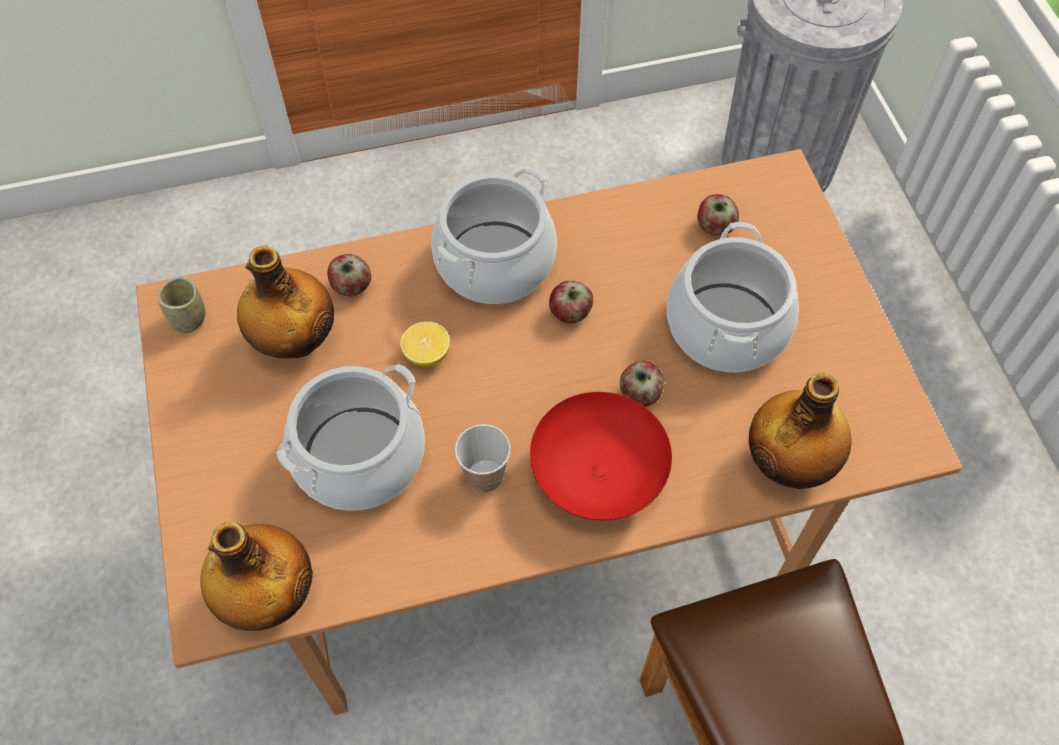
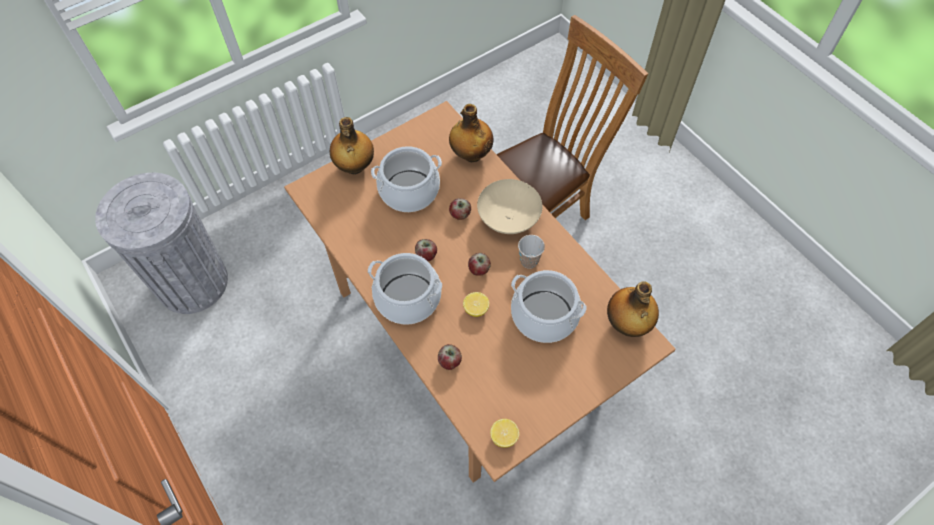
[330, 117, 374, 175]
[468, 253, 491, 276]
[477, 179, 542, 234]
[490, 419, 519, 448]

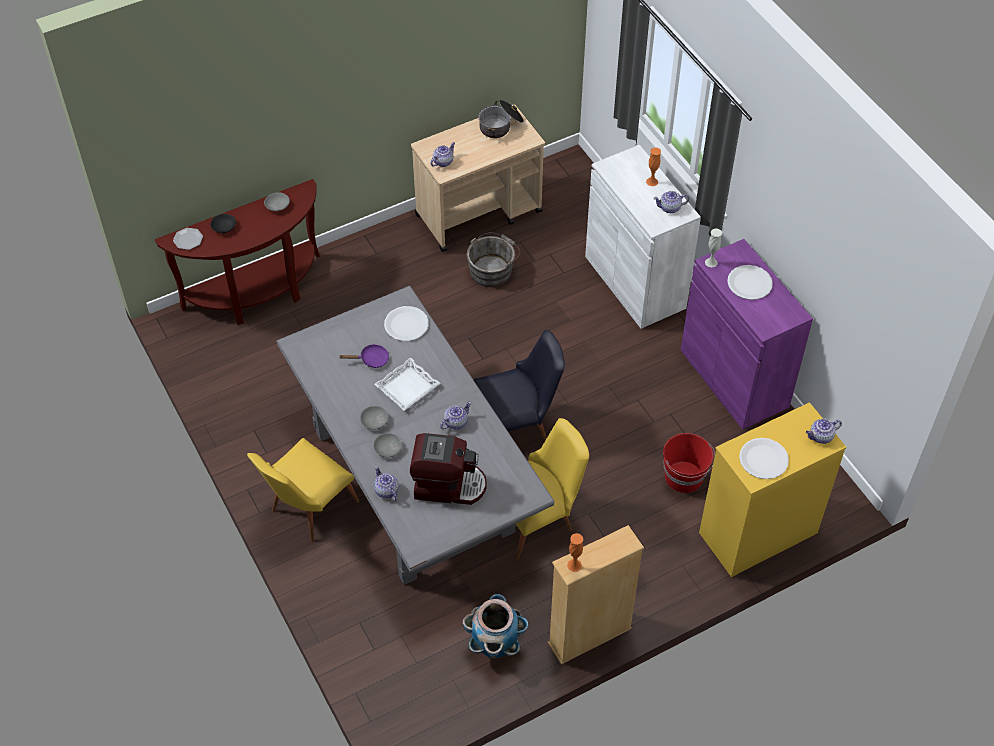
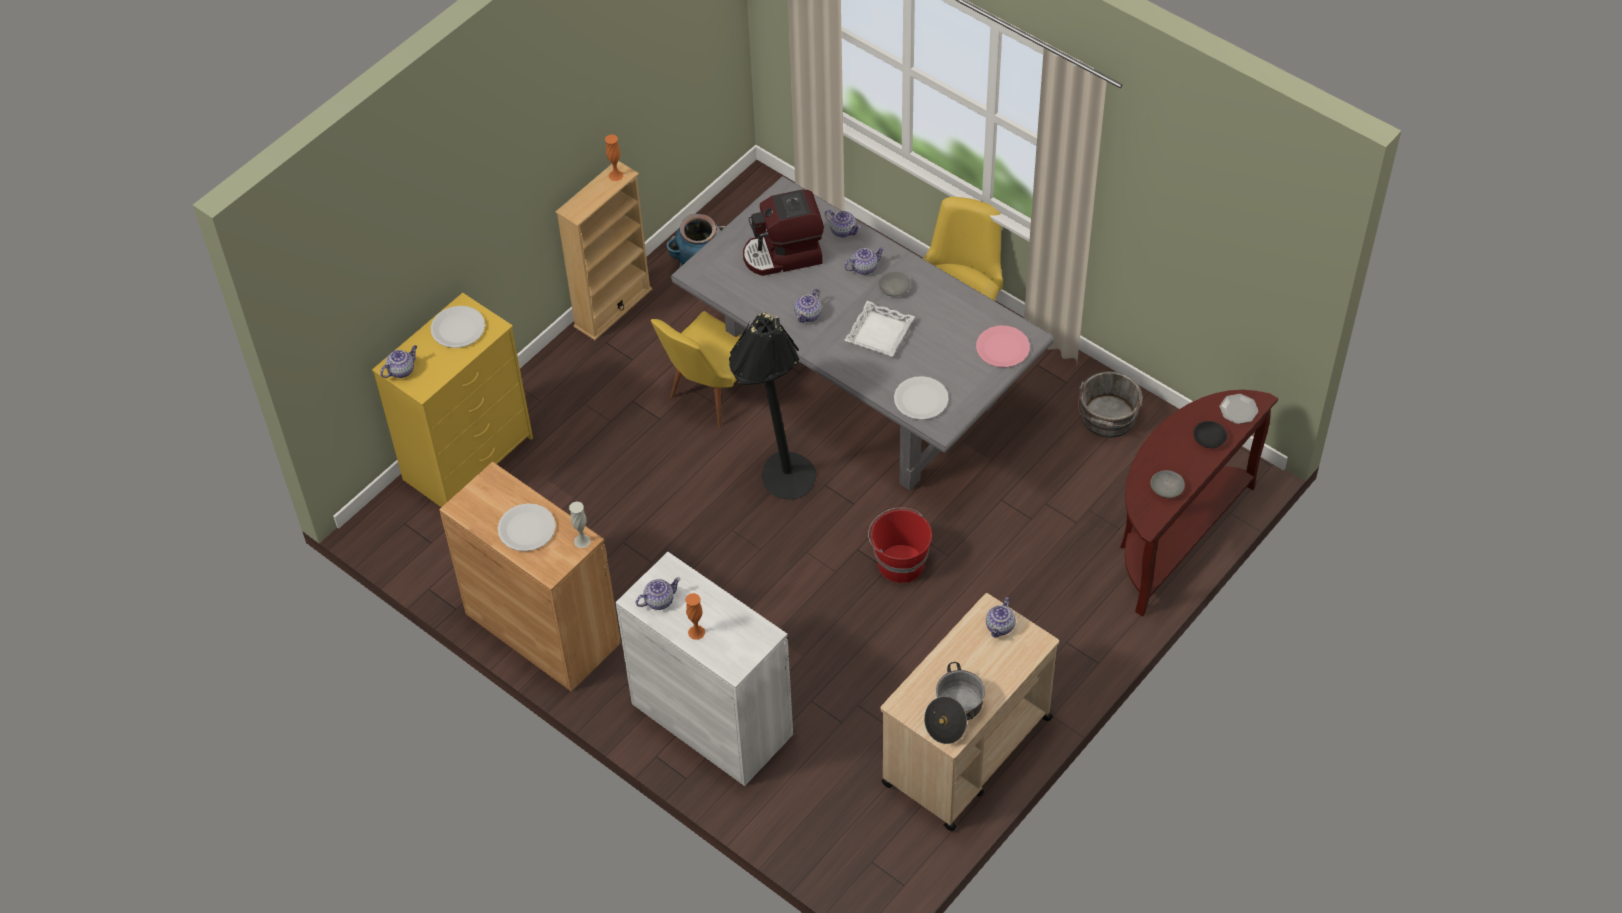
[439, 462, 621, 692]
[729, 312, 817, 499]
[844, 247, 885, 275]
[868, 508, 932, 583]
[976, 326, 1030, 367]
[1077, 371, 1143, 438]
[340, 344, 389, 368] (first image)

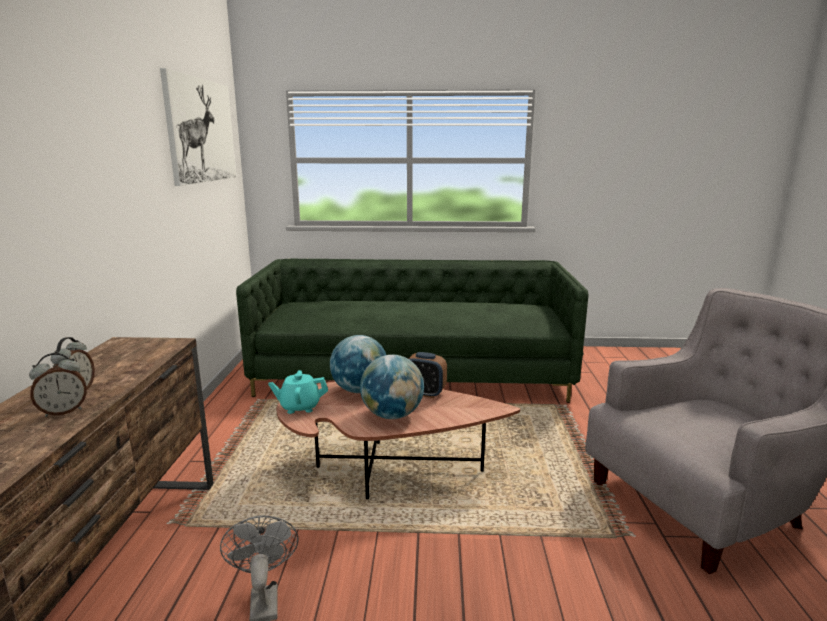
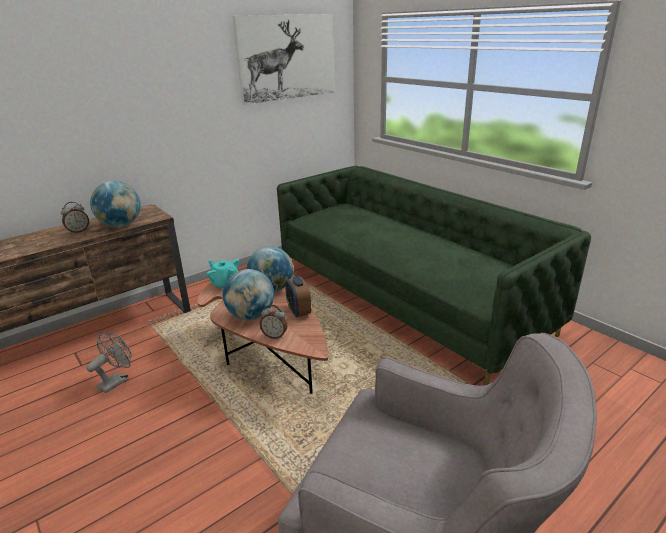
[90, 181, 141, 227]
[260, 305, 288, 339]

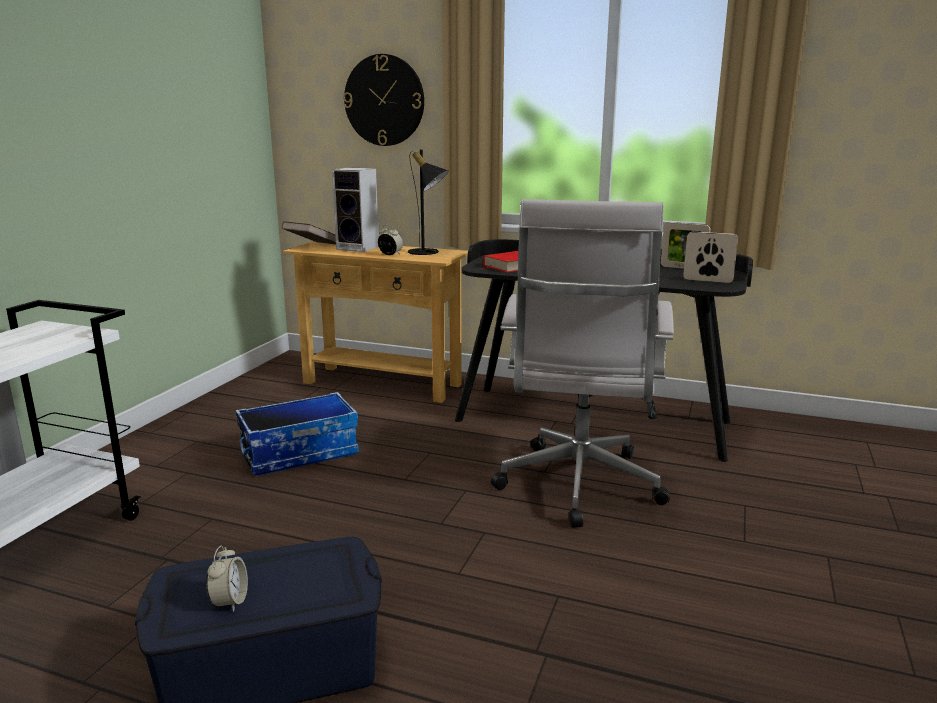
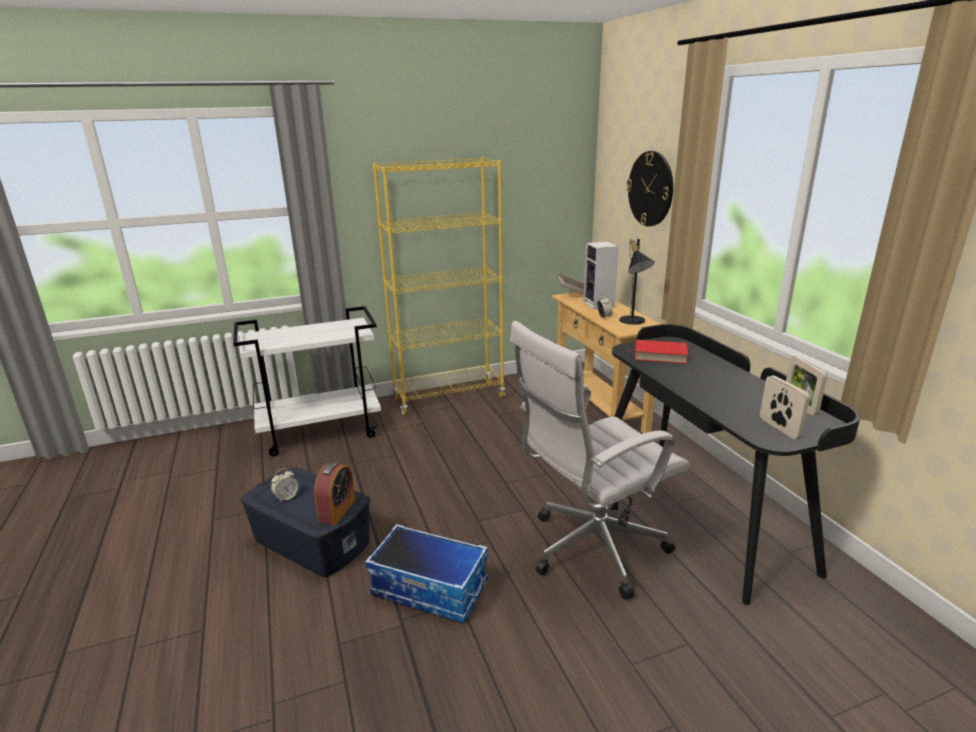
[314, 461, 355, 526]
[365, 524, 488, 623]
[373, 157, 505, 415]

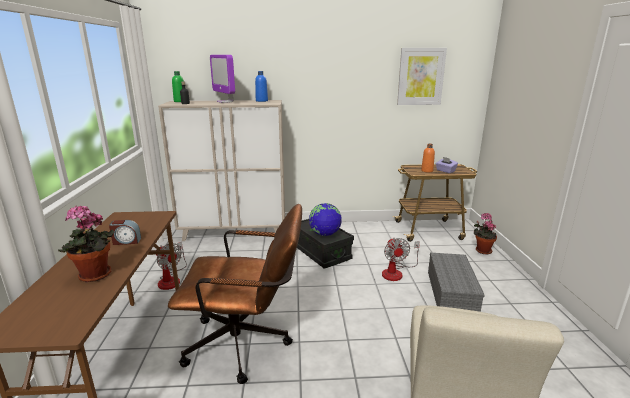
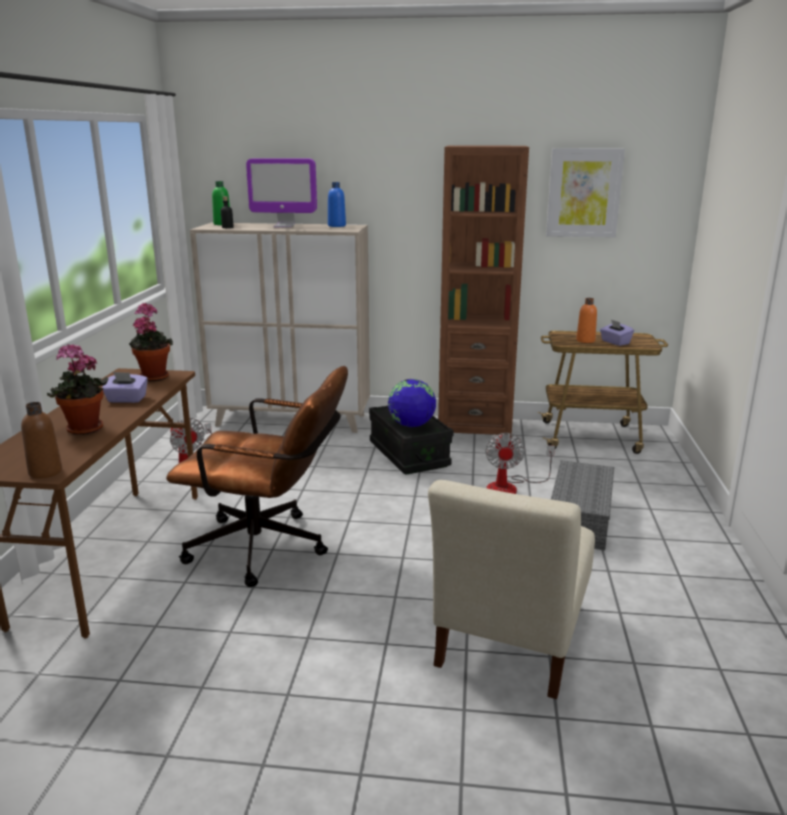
[21, 402, 62, 479]
[102, 372, 148, 403]
[129, 303, 173, 381]
[246, 158, 317, 227]
[438, 145, 529, 437]

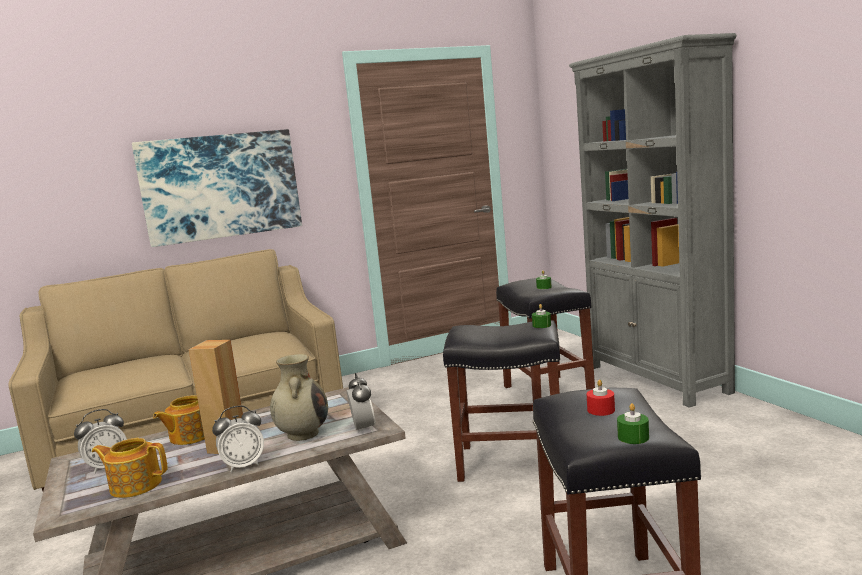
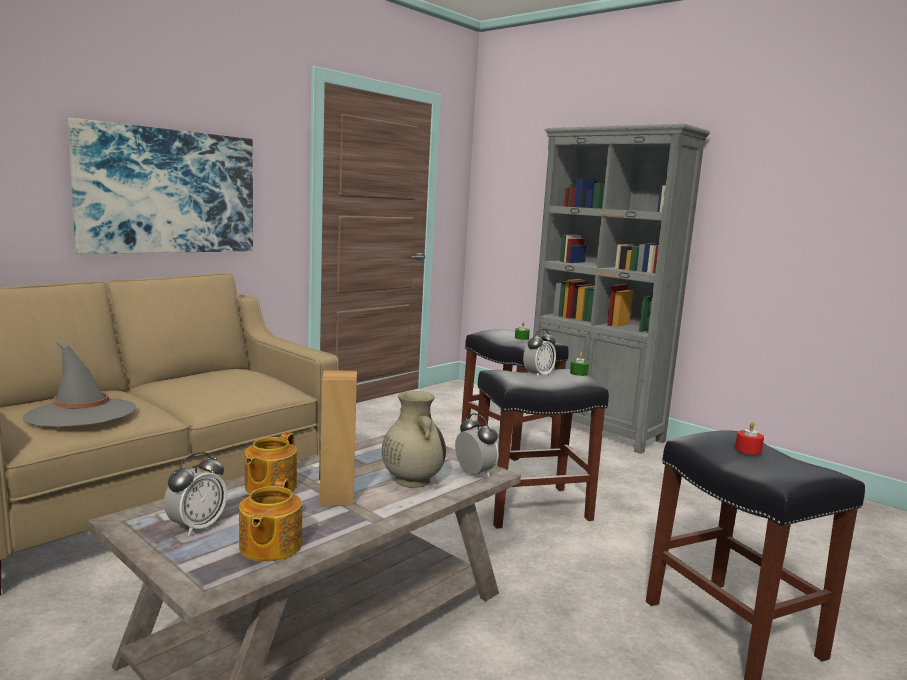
[23, 342, 136, 427]
[239, 478, 302, 562]
[523, 329, 556, 378]
[617, 403, 649, 444] (first image)

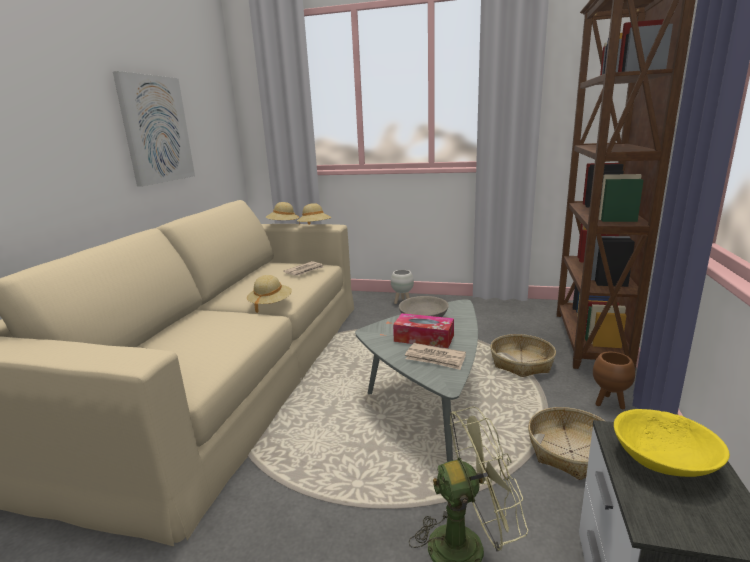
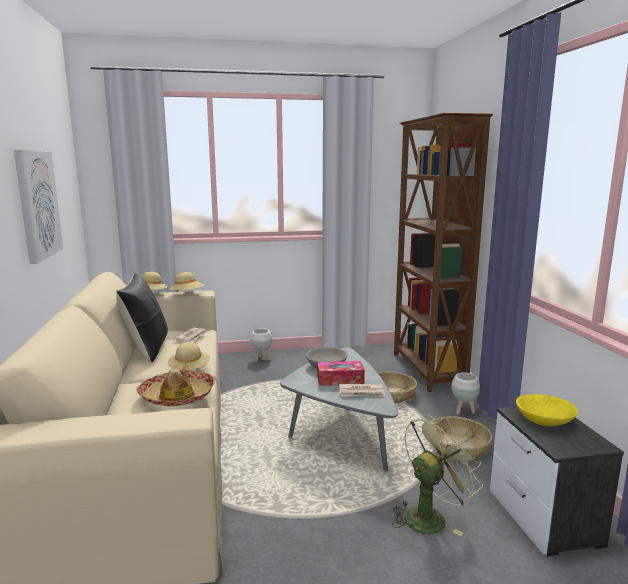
[116, 273, 168, 362]
[137, 369, 215, 406]
[451, 372, 480, 414]

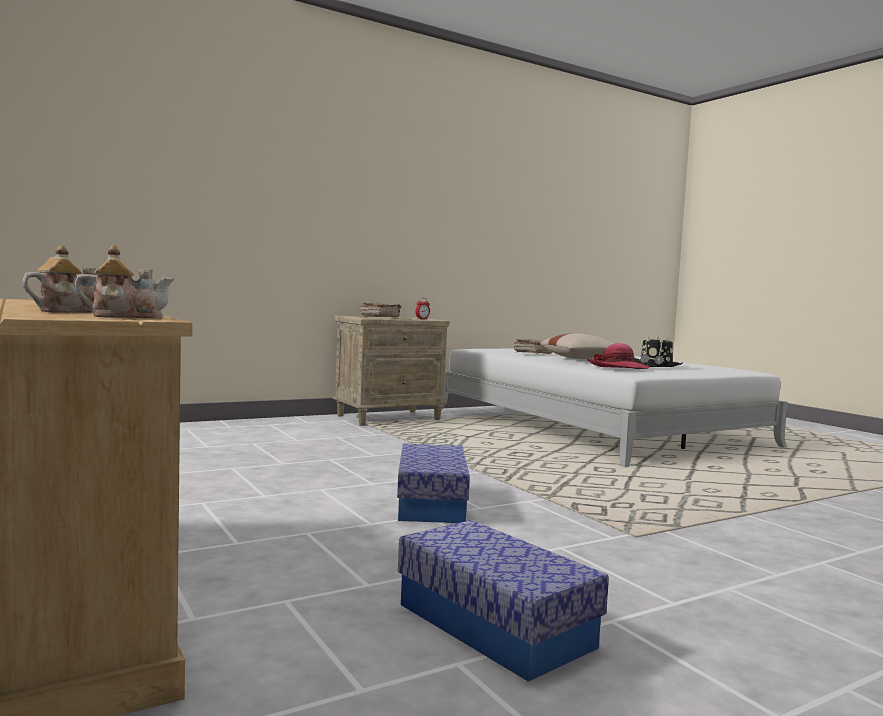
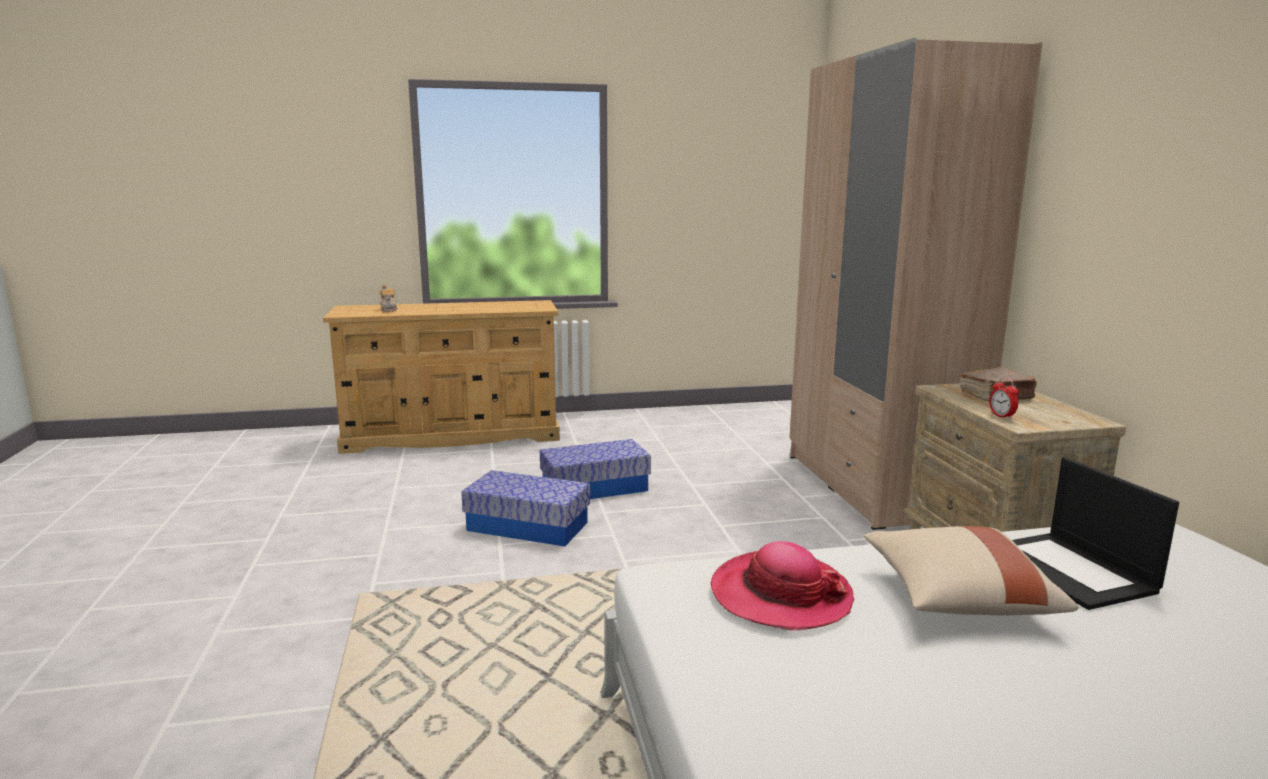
[540, 439, 651, 499]
[789, 38, 1043, 530]
[1012, 457, 1179, 610]
[75, 245, 174, 318] (first image)
[634, 335, 683, 367] (first image)

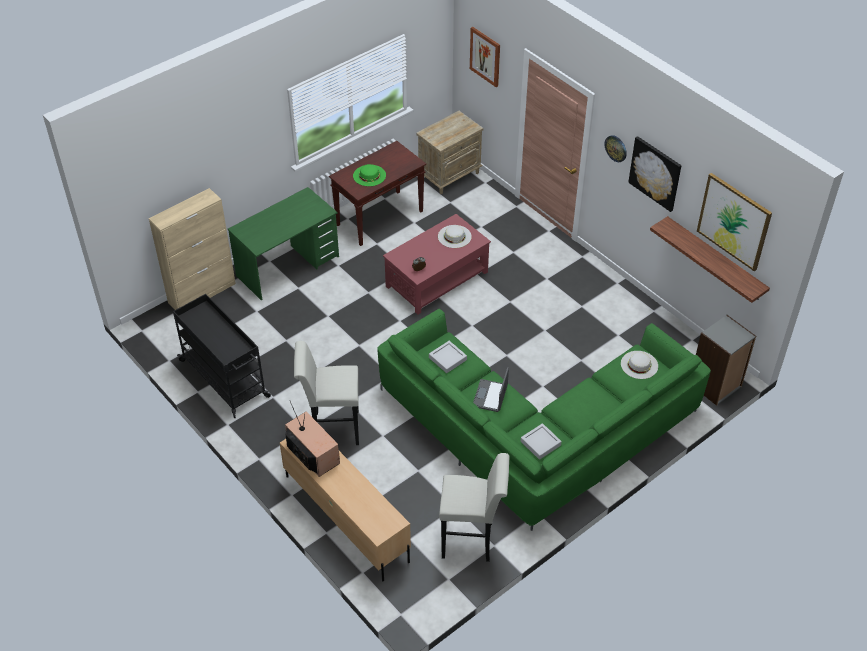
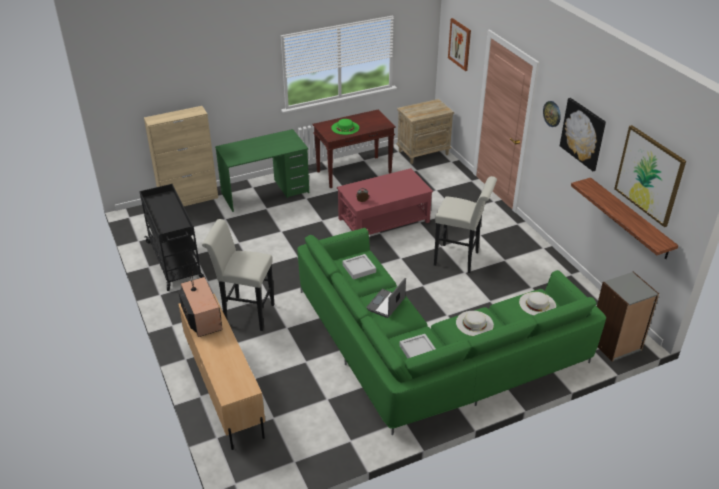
[434, 176, 497, 273]
[456, 311, 494, 336]

